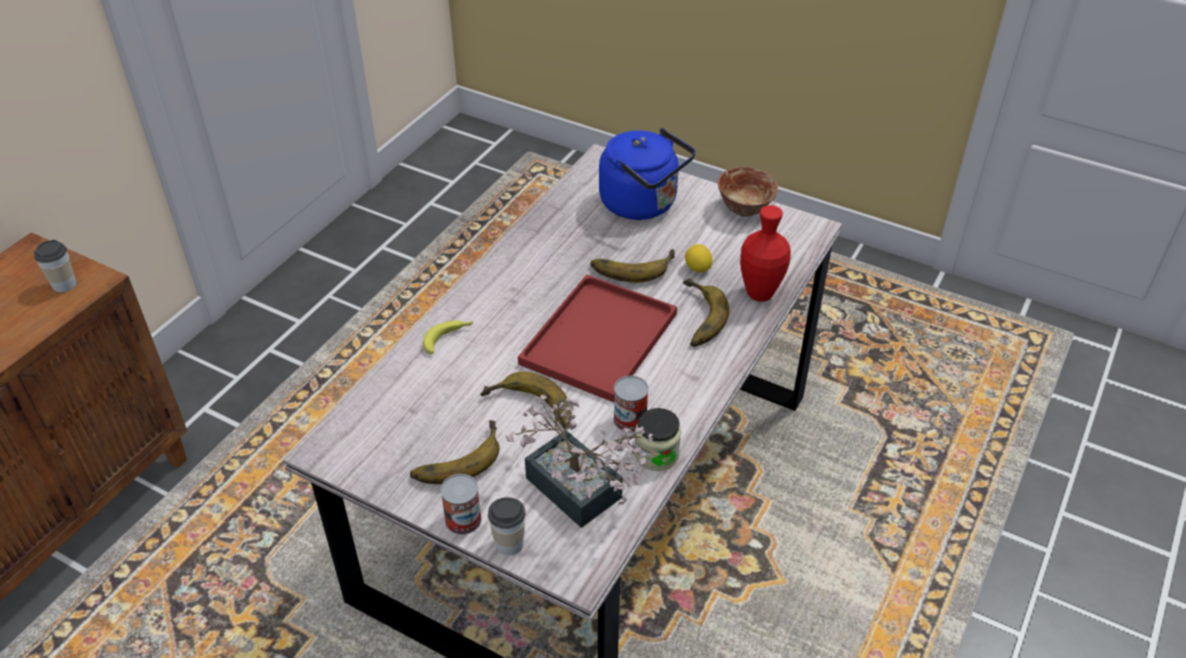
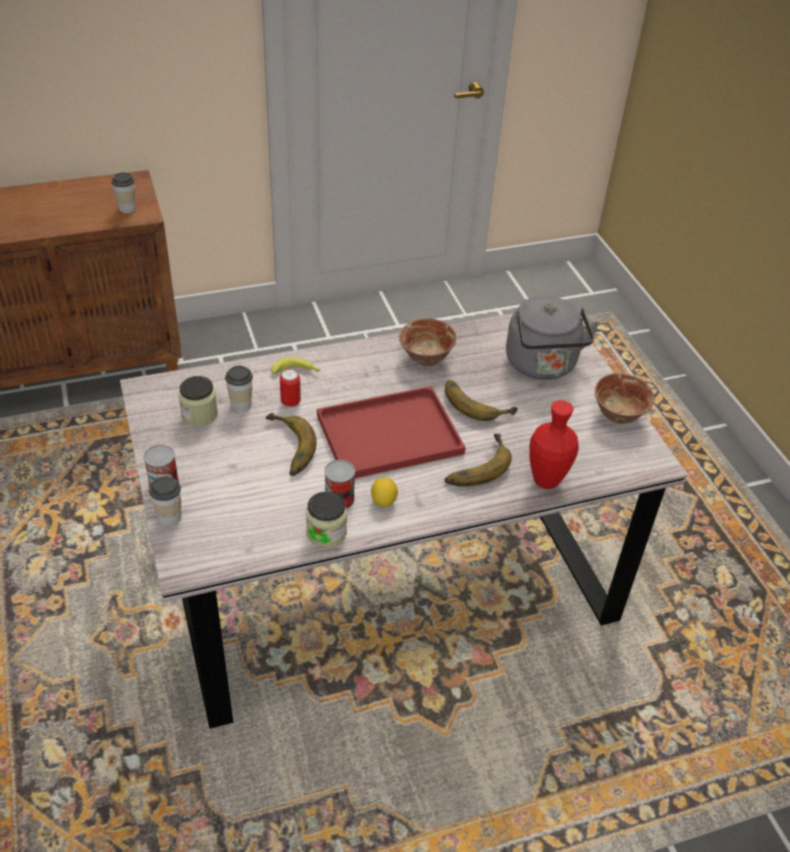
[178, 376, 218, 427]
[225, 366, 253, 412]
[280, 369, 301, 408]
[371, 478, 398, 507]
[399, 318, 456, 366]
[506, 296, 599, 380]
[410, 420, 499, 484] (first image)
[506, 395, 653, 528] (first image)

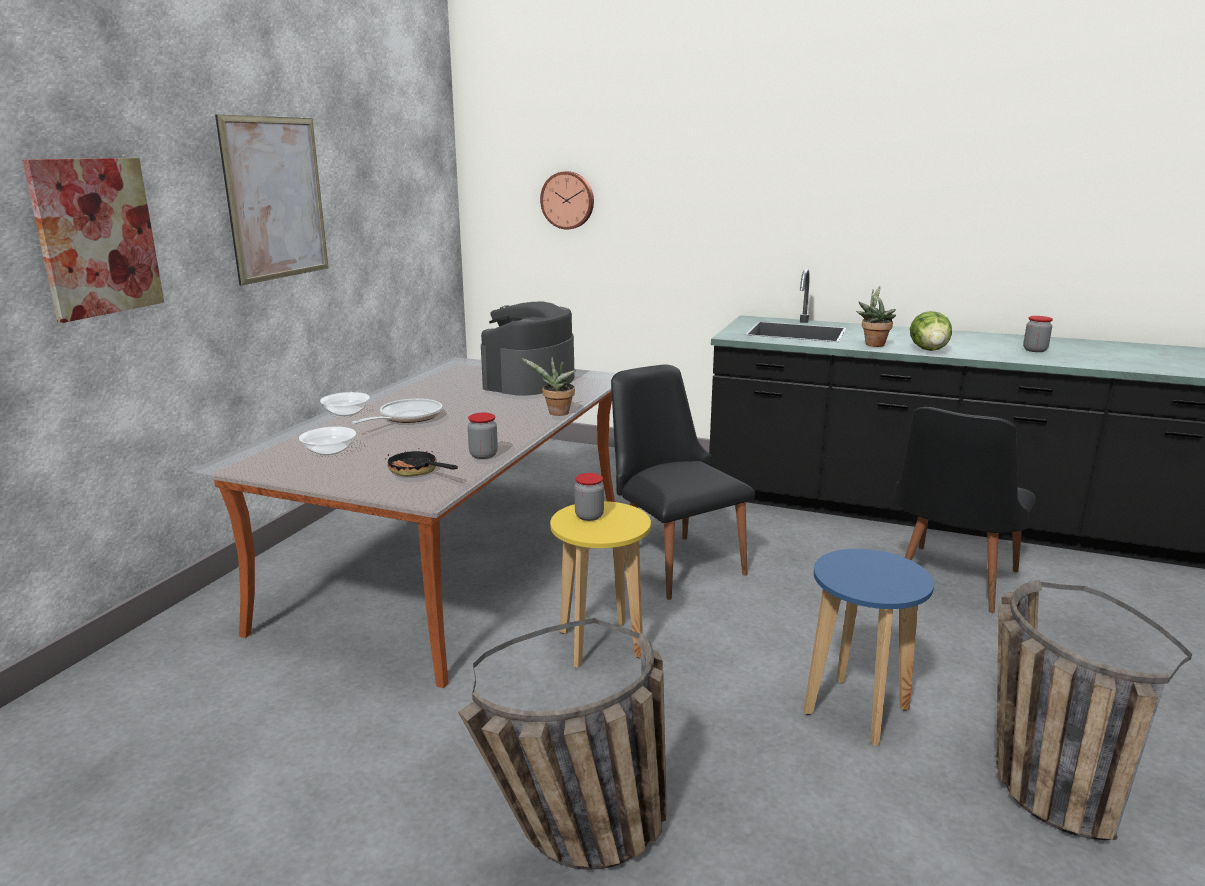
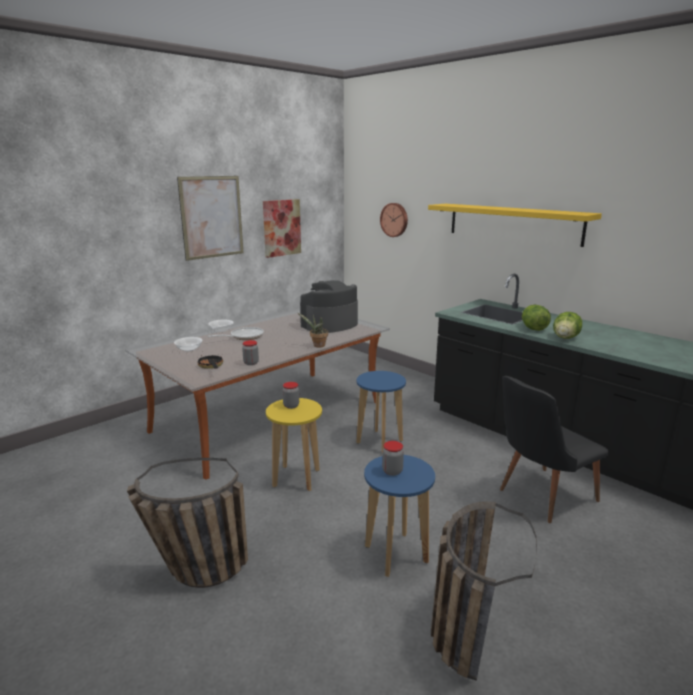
[263, 199, 301, 258]
[356, 371, 406, 454]
[382, 441, 404, 476]
[428, 204, 602, 247]
[522, 304, 551, 331]

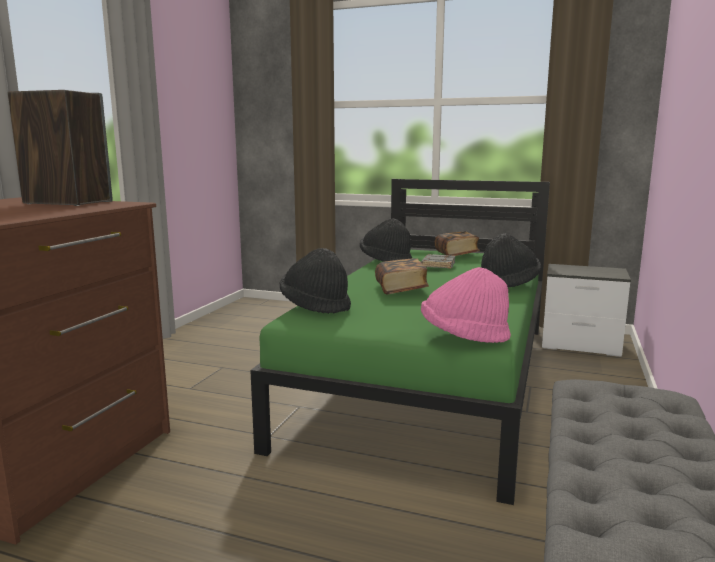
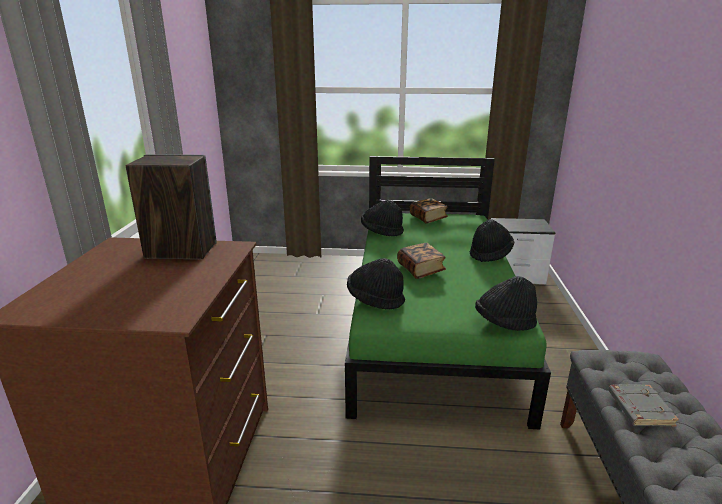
[475, 276, 537, 331]
[608, 384, 679, 426]

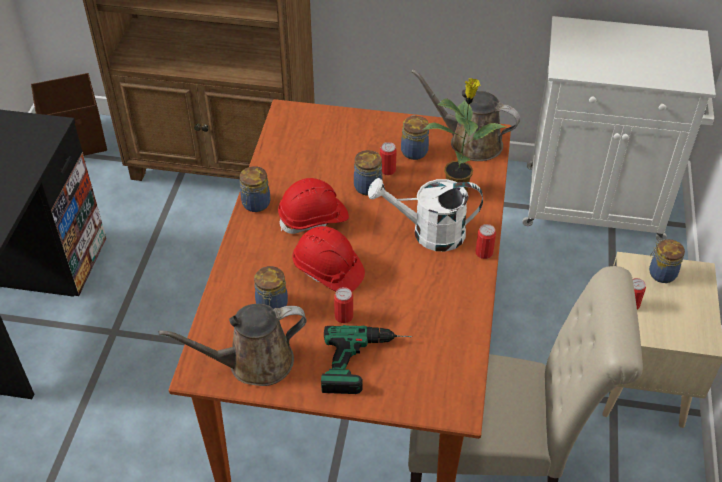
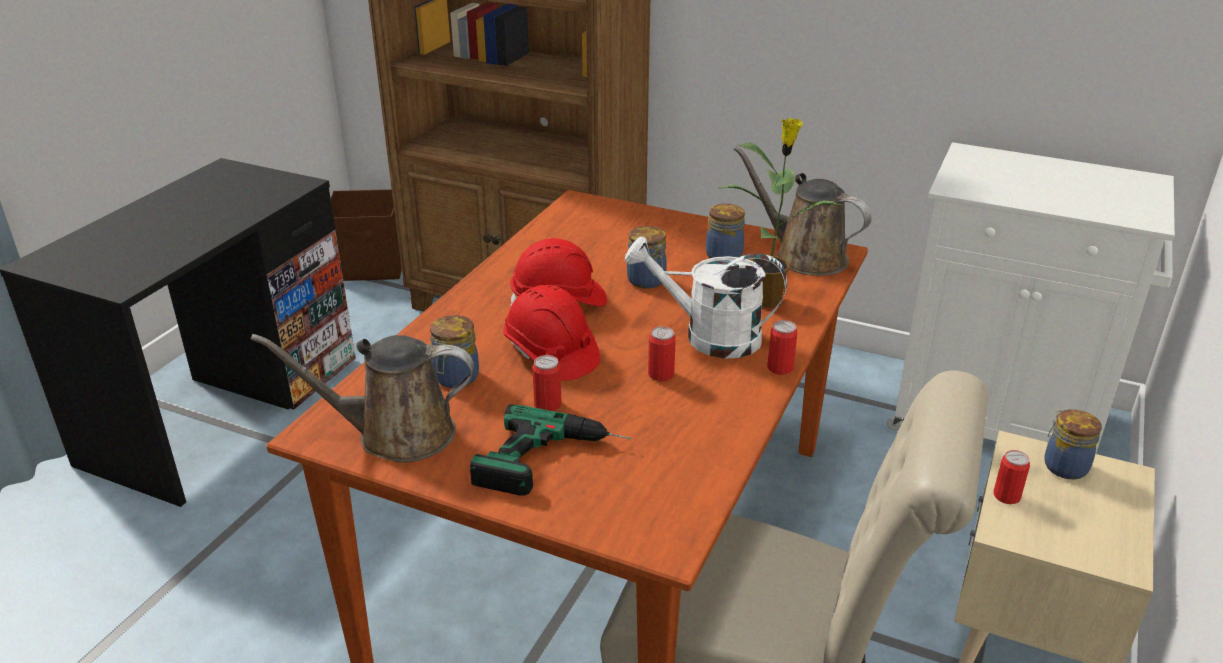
[648, 326, 676, 382]
[240, 166, 271, 212] (first image)

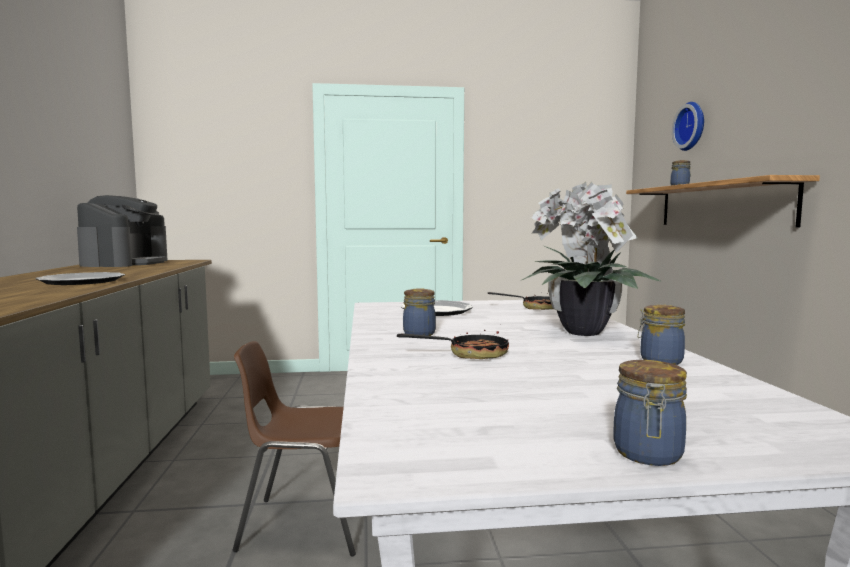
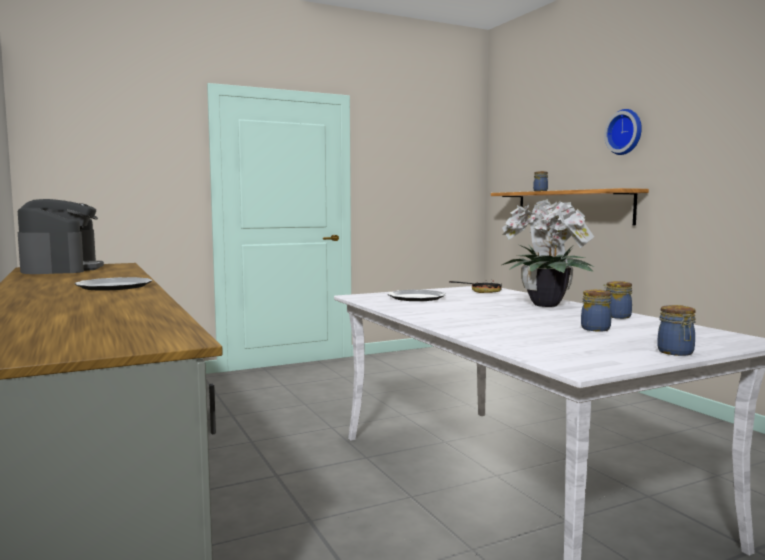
[581, 289, 611, 332]
[604, 109, 642, 155]
[233, 341, 356, 556] (first image)
[397, 330, 509, 359] (first image)

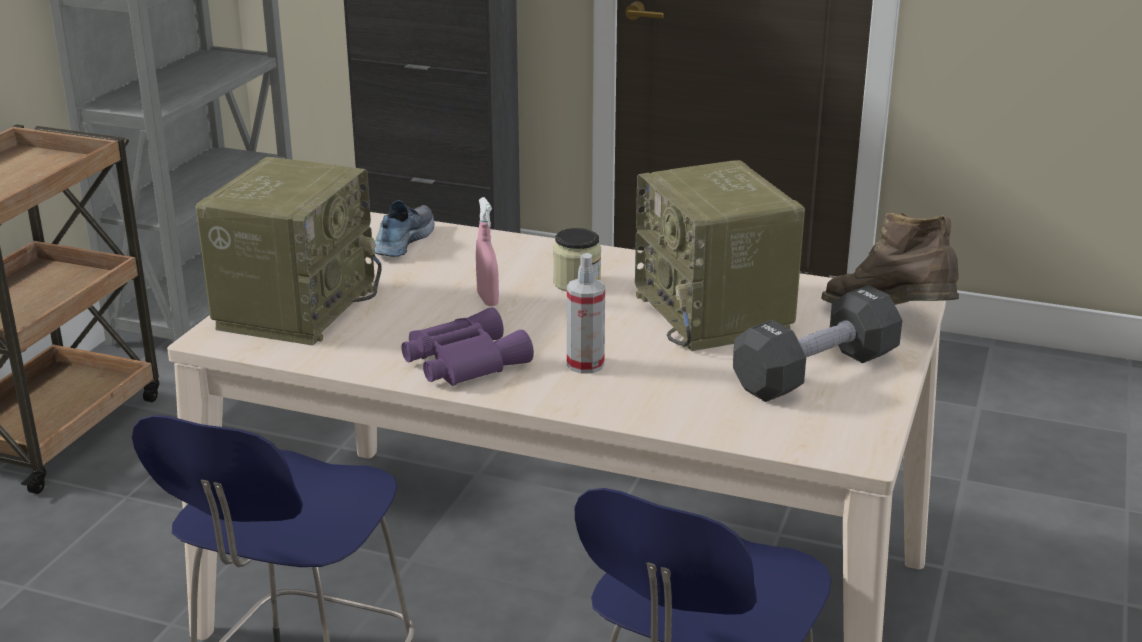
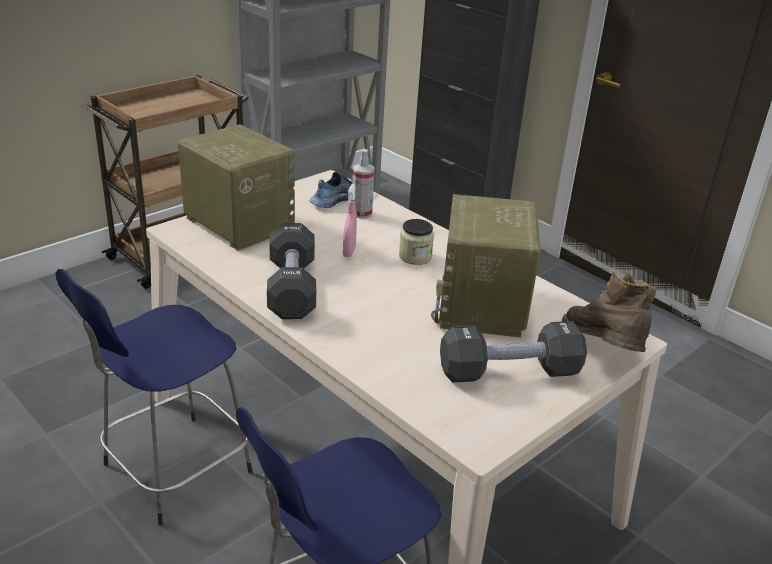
[178, 124, 295, 251]
[267, 223, 316, 319]
[352, 149, 375, 219]

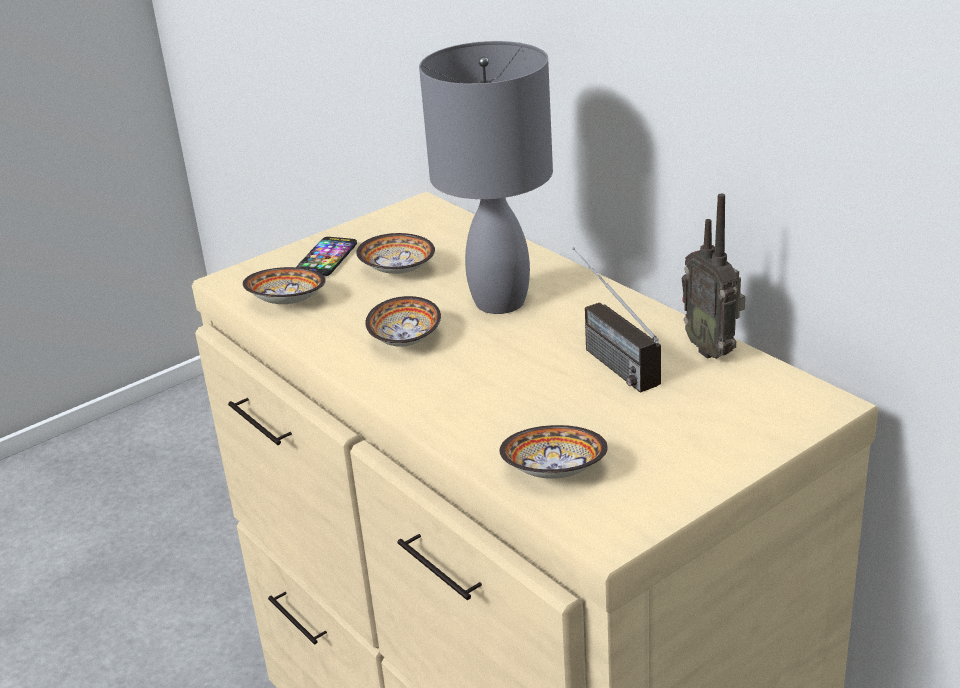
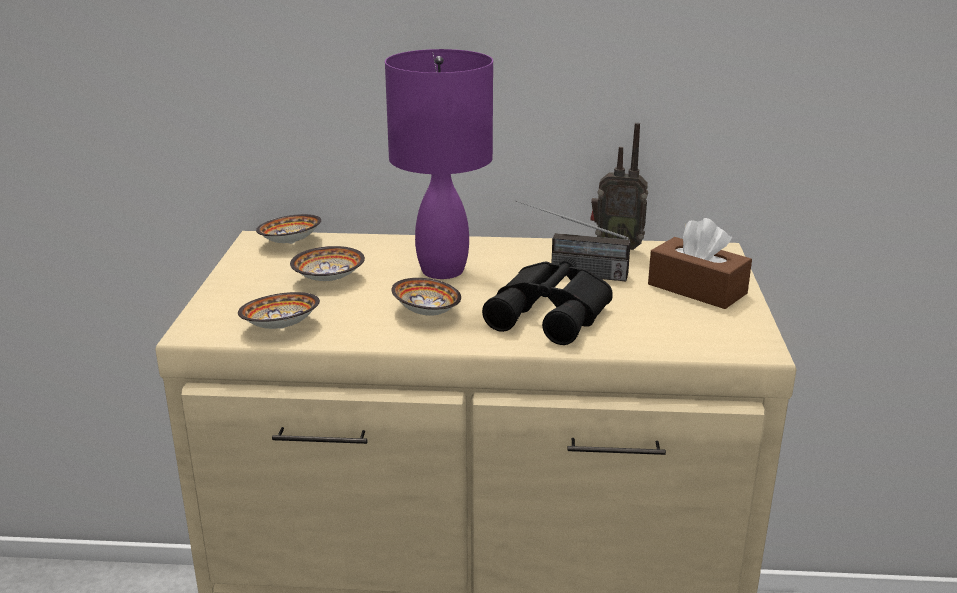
[256, 214, 321, 244]
[385, 49, 493, 279]
[482, 257, 613, 345]
[648, 218, 752, 309]
[296, 237, 357, 276] (first image)

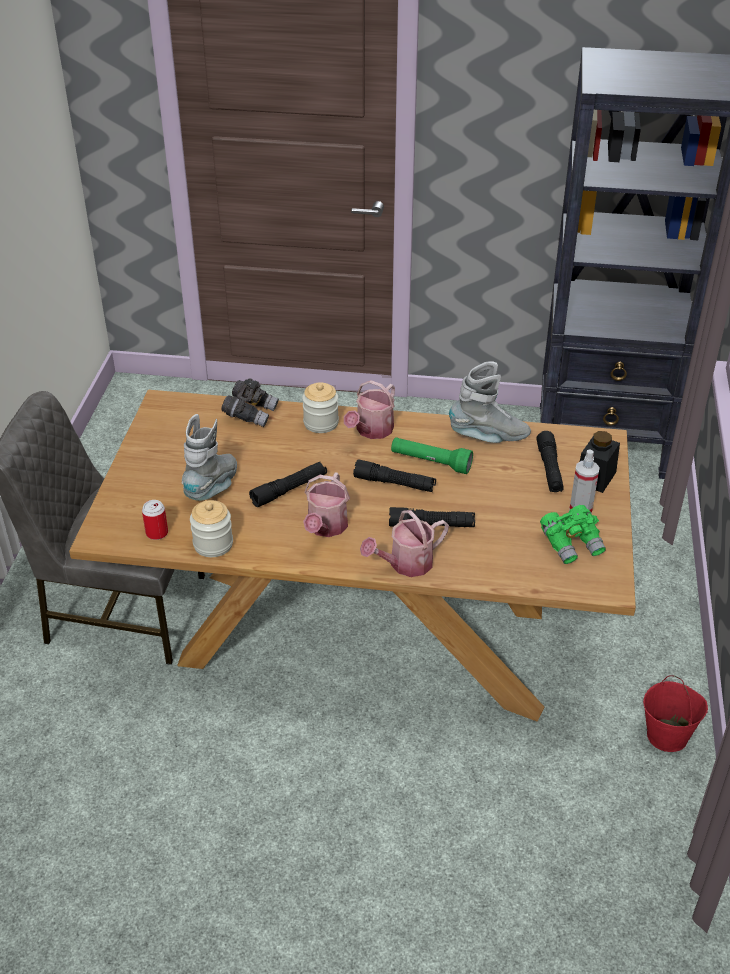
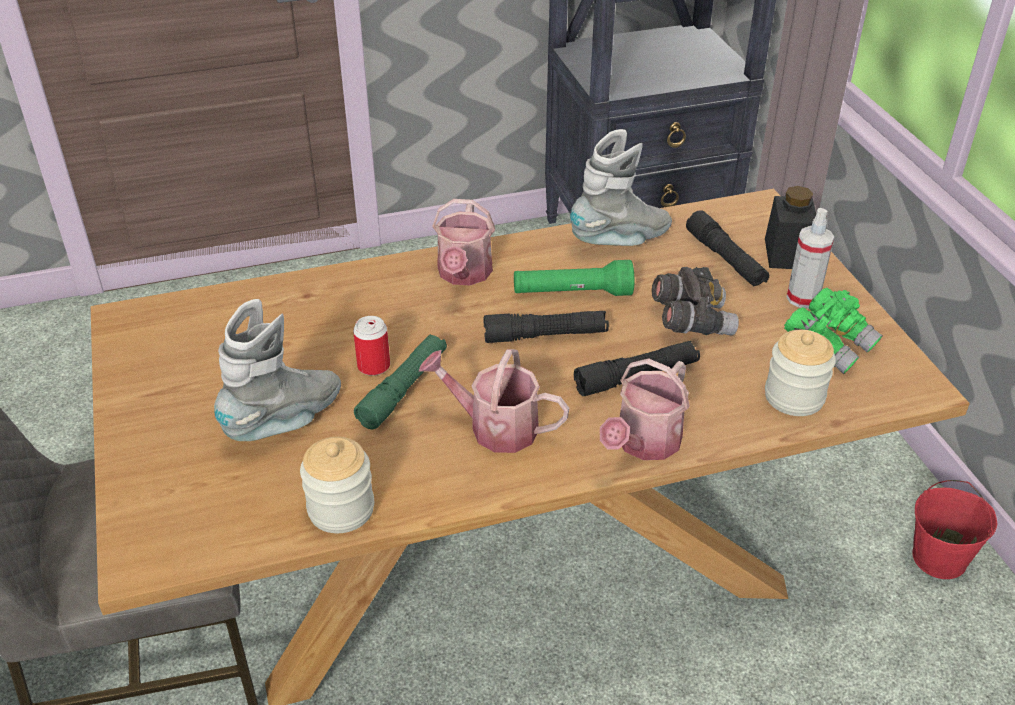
[214, 299, 341, 441]
[353, 316, 390, 376]
[354, 334, 447, 430]
[419, 349, 569, 453]
[651, 267, 739, 336]
[765, 330, 836, 416]

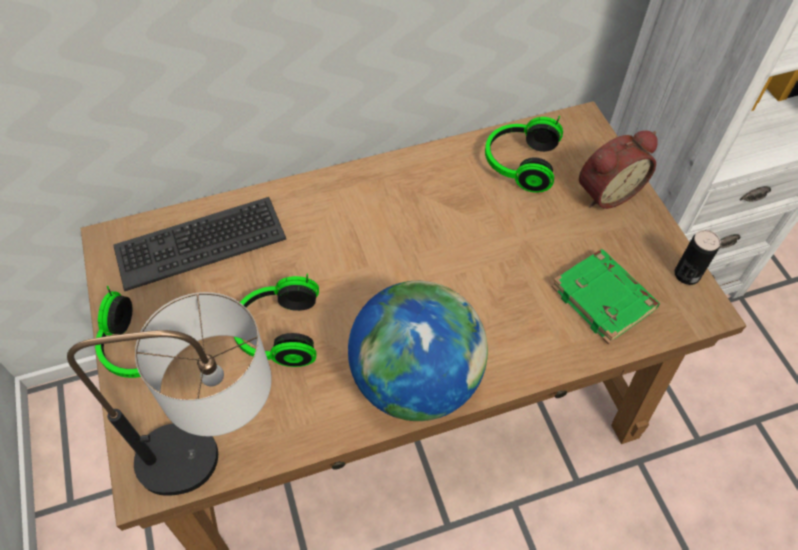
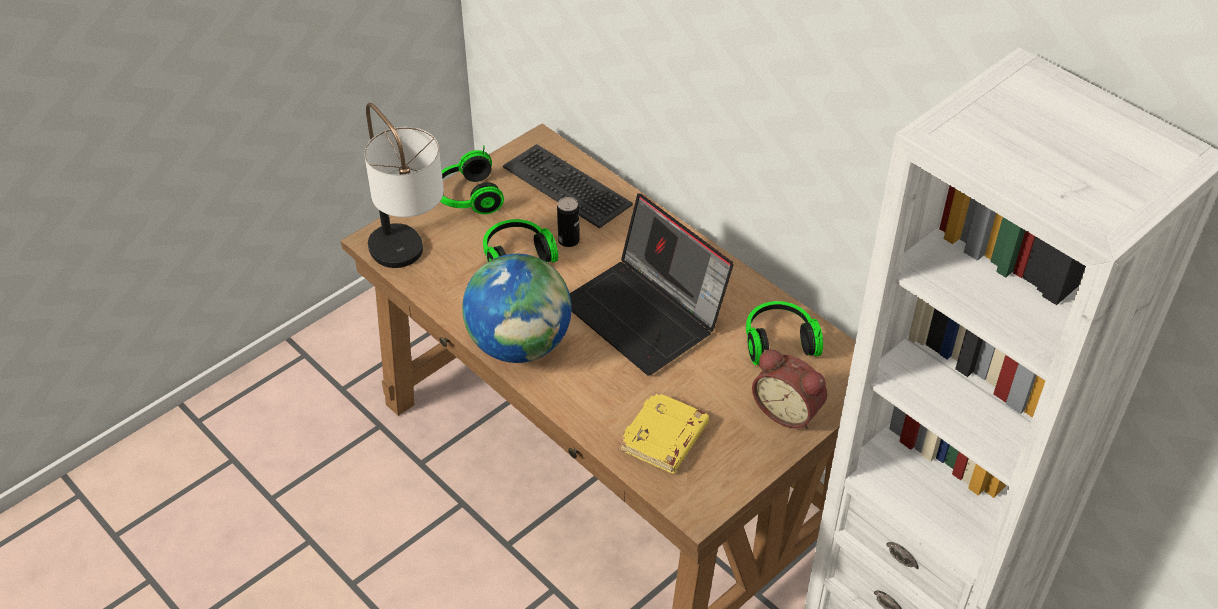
[557, 197, 580, 247]
[570, 193, 734, 375]
[618, 391, 709, 473]

